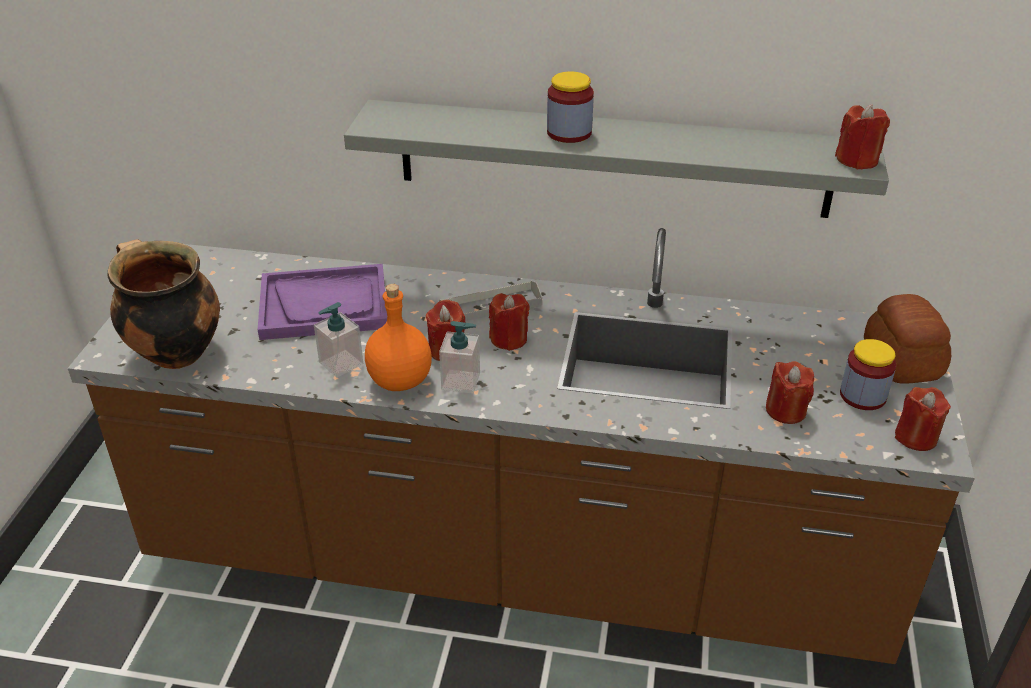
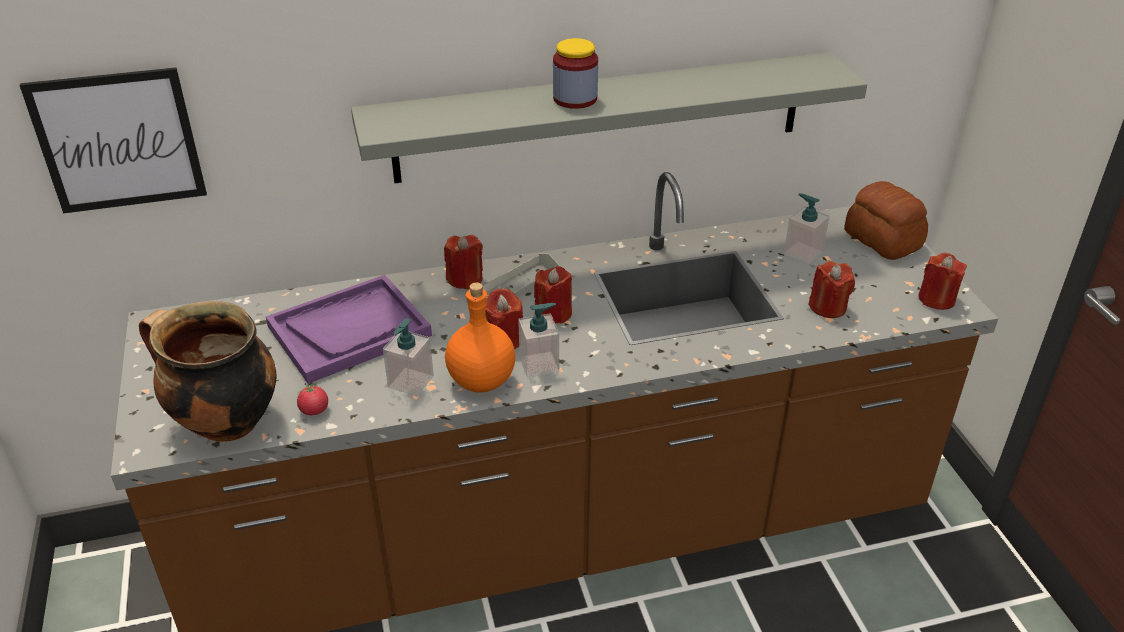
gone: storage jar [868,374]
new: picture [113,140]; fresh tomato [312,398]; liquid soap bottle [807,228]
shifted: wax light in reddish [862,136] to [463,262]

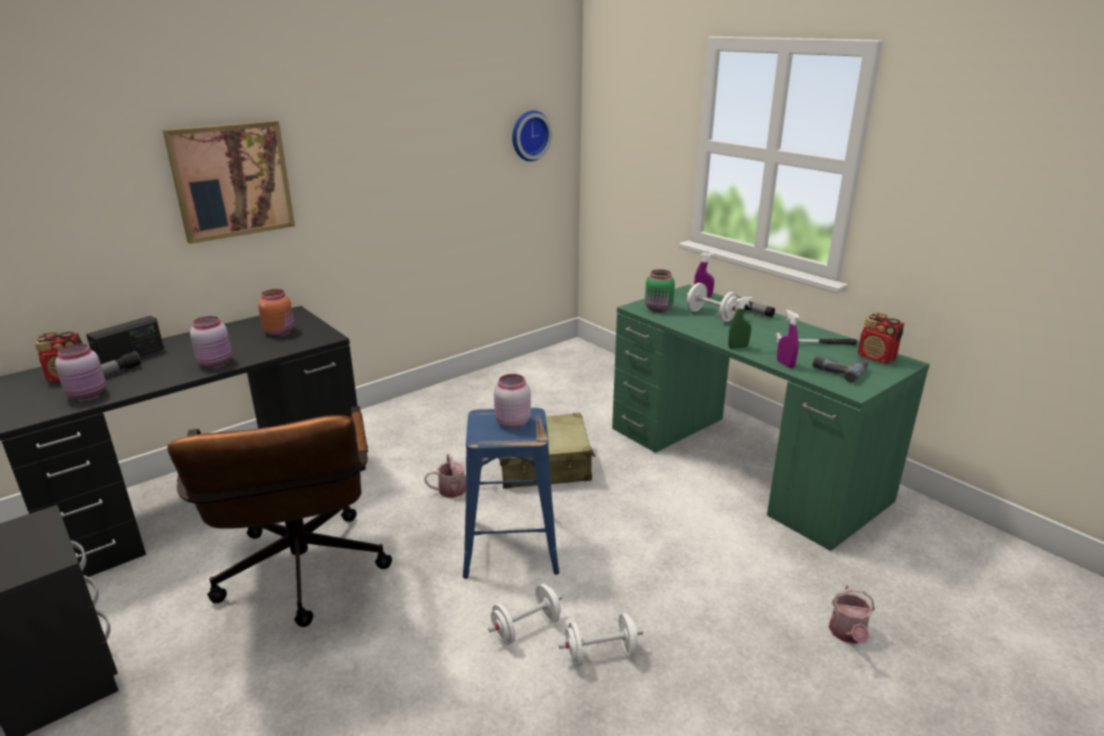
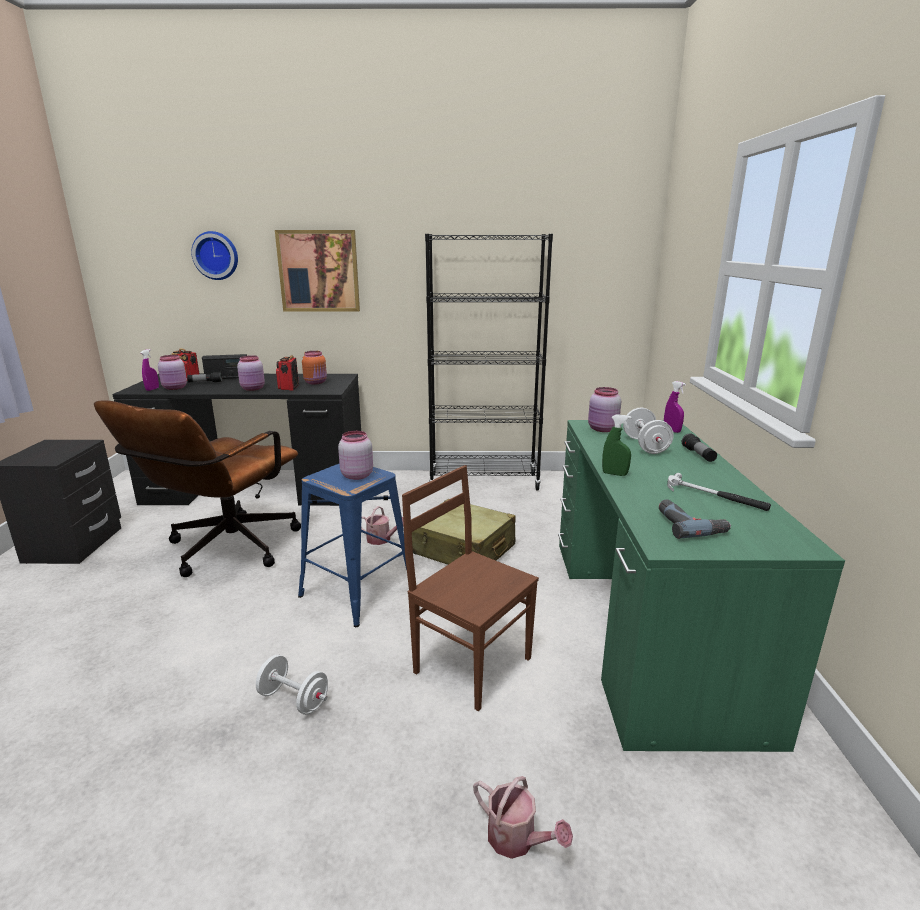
gone: dumbbell in white [525,614]
new: upright chair in brownish [470,588]; bookcase in black [489,362]
shifted: hanging clock [532,135] to [214,255]; hand sprayer in purple-coloured [788,339] to [150,370]; radio receiver [881,337] to [287,372]
repainted: storage jar in green-coloured [660,290] to storage jar in pinkish [604,409]
rotated: sprinkling can [852,614] = [523,817] 105 degrees counterclockwise

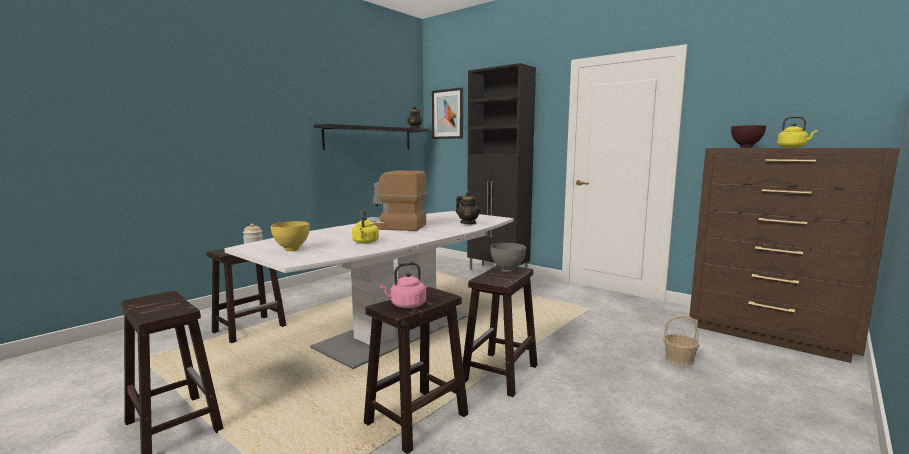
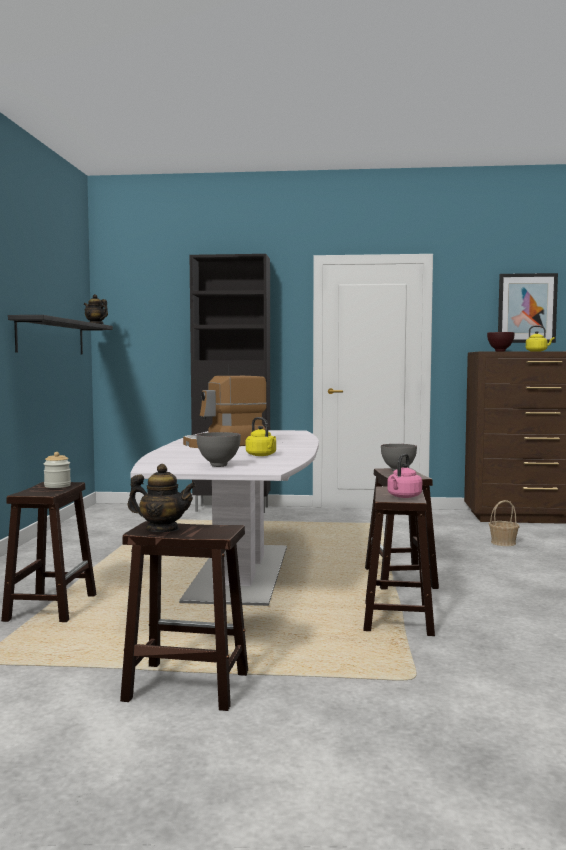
shifted: picture [447,113] to [528,308]; tea pot [469,207] to [162,498]
repainted: deep dish in yellow [290,236] to deep dish in greyish [218,449]

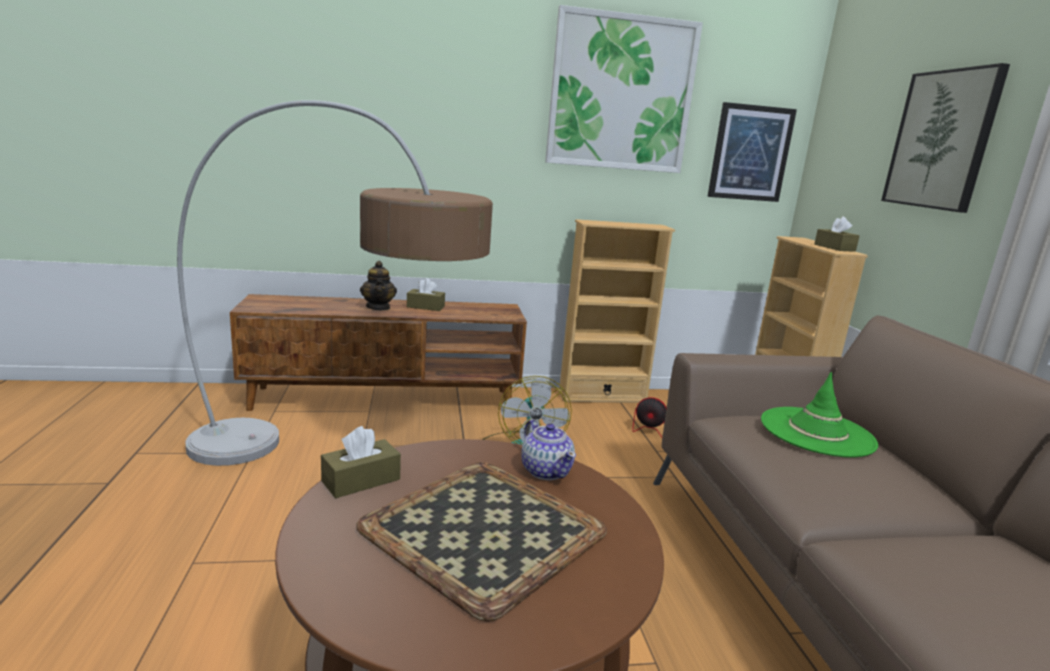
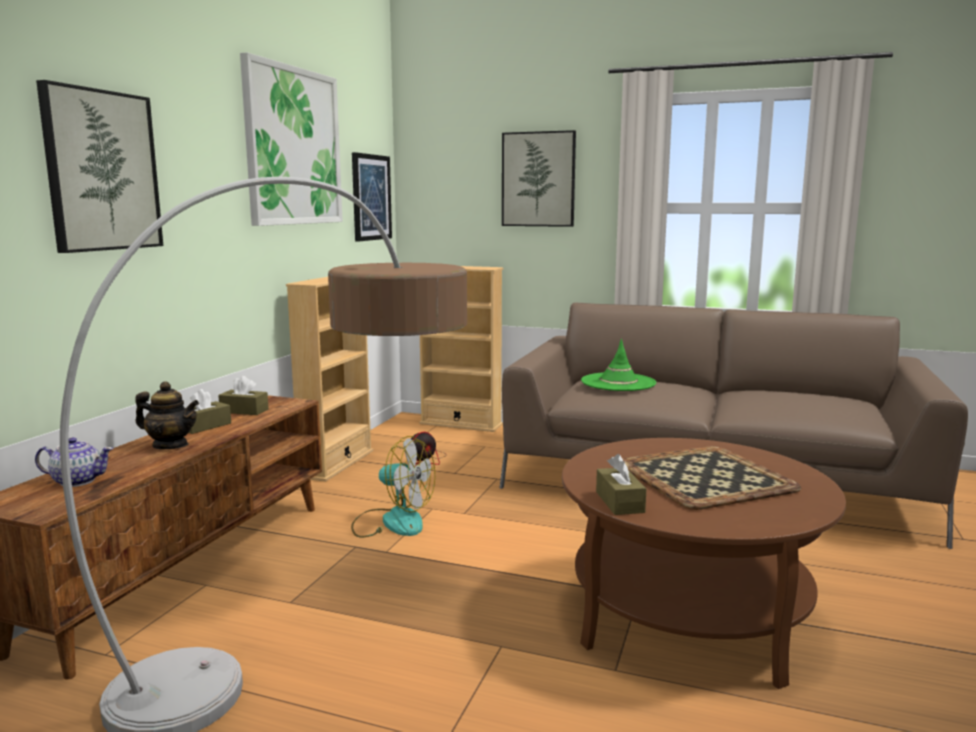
new: picture [99,166]
shifted: tea pot [548,450] to [74,462]; box of tissues in brownish [837,234] to [243,395]

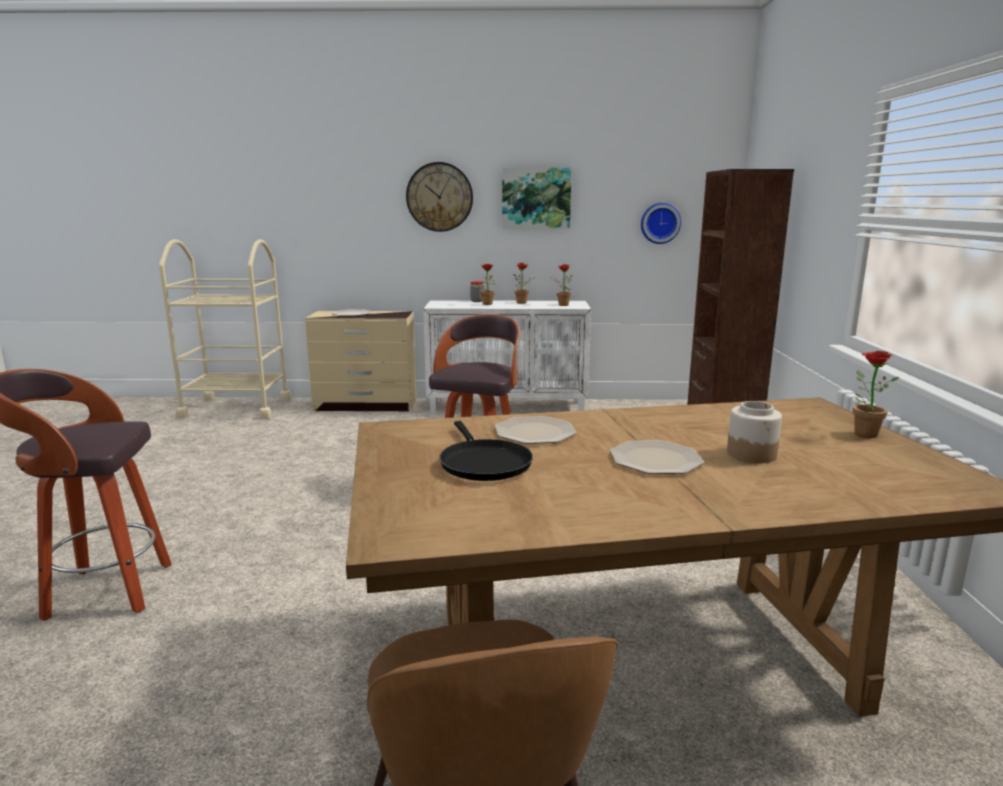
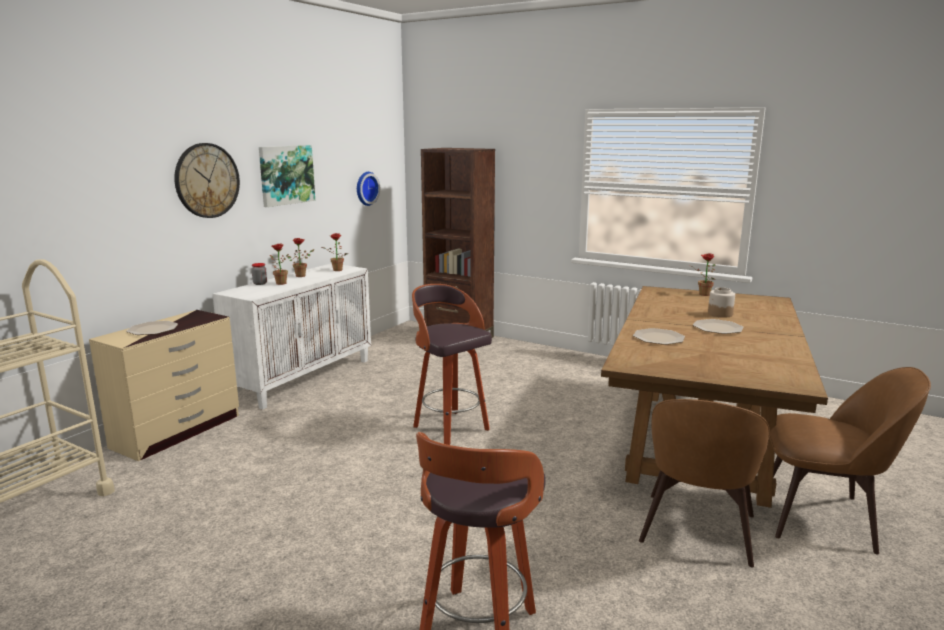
gone: pan in black [486,451]
new: upright chair in brownish [704,483]

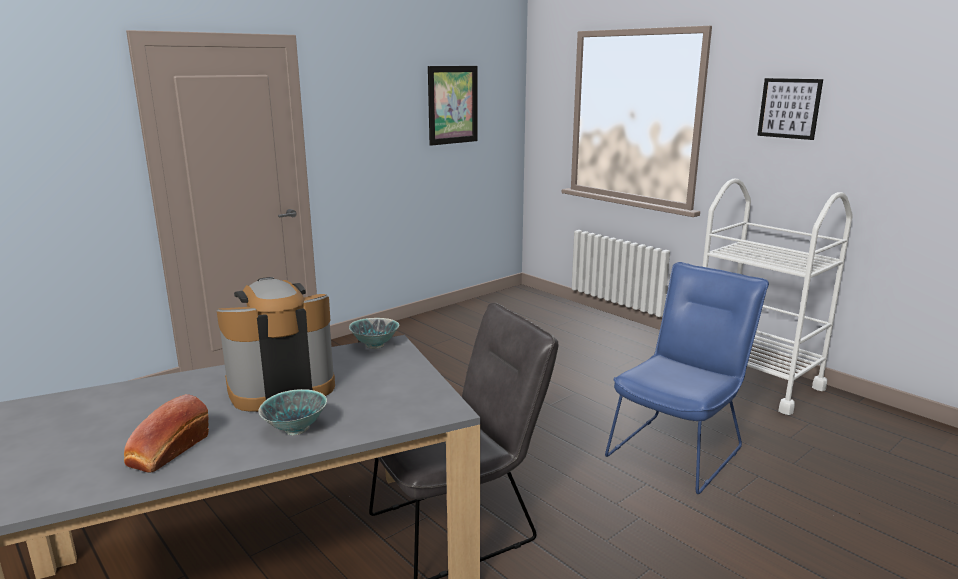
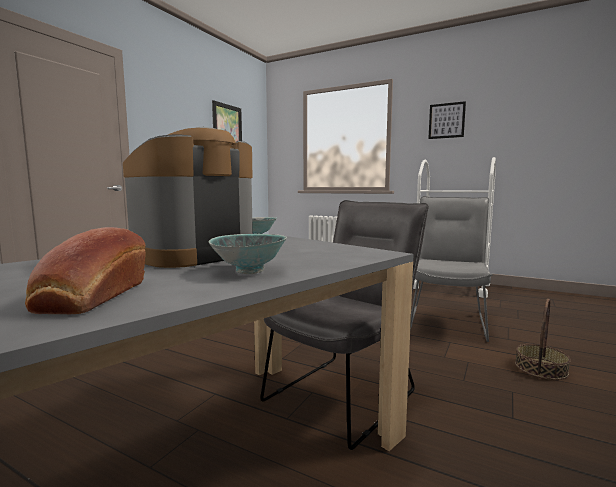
new: household basket [543,339]
repainted: upright chair in bluish [687,378] to upright chair in greyish [451,269]

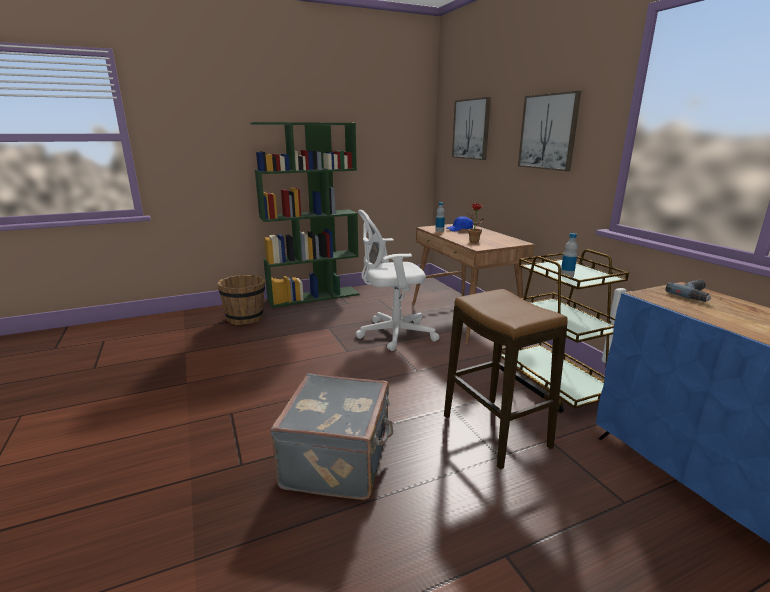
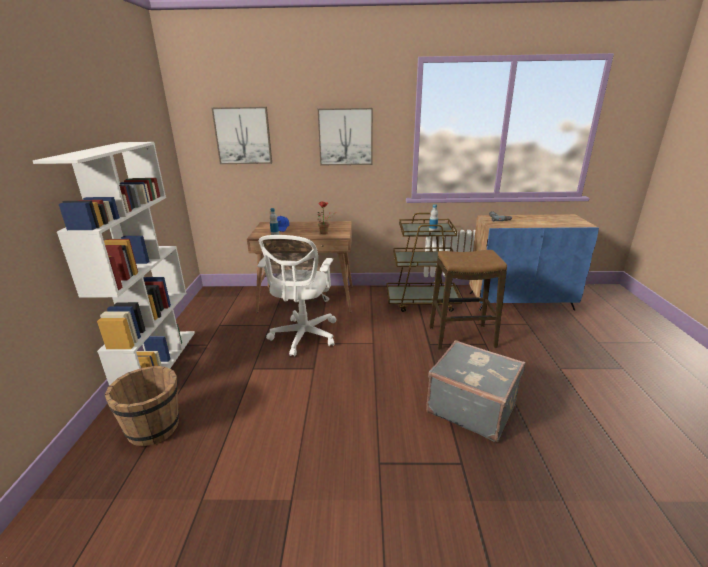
repainted: bookcase in green-coloured [304,215] to bookcase in white [114,264]

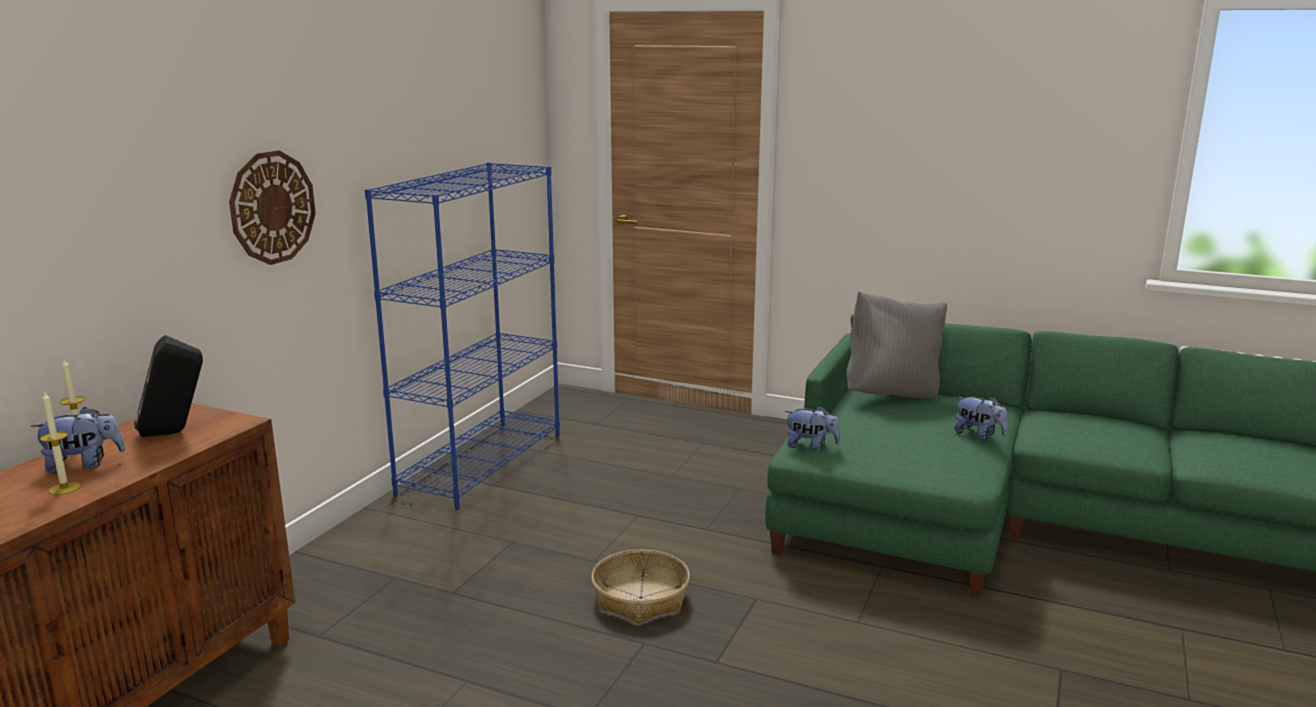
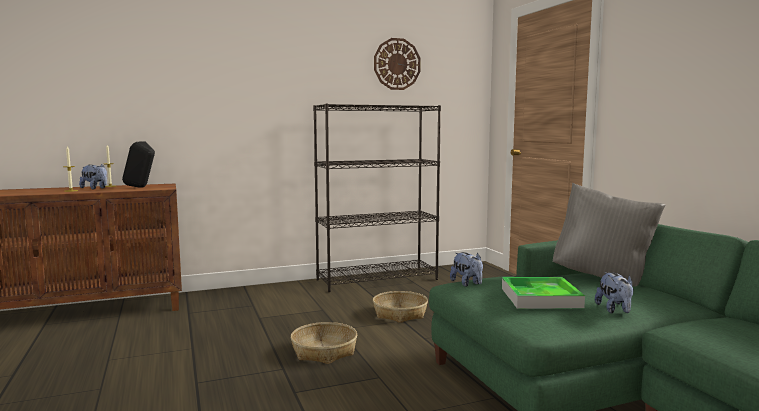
new: household basket [400,307]; tray [543,293]
shifted: hanging clock [272,207] to [397,64]
repainted: bookcase in bluish [462,336] to bookcase in black [377,197]

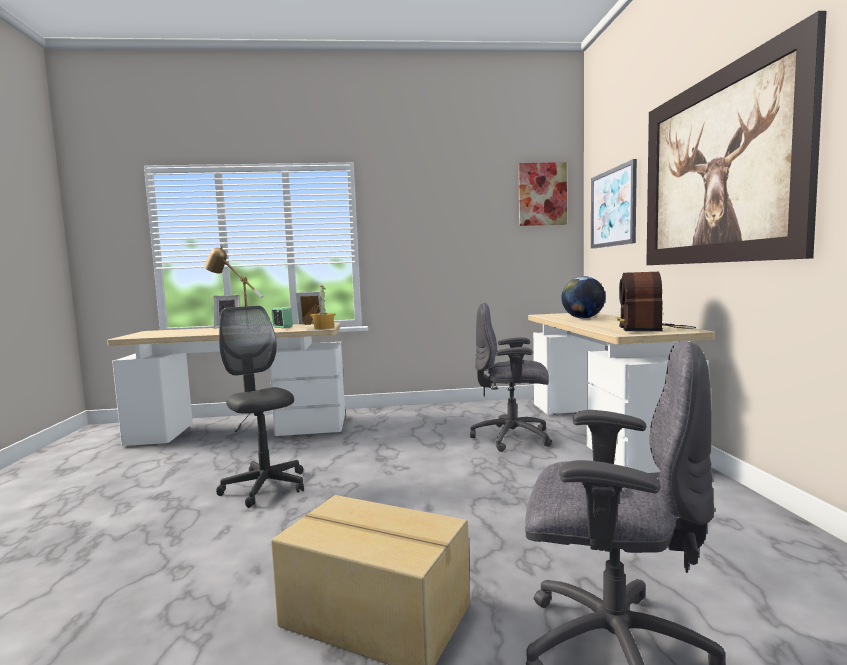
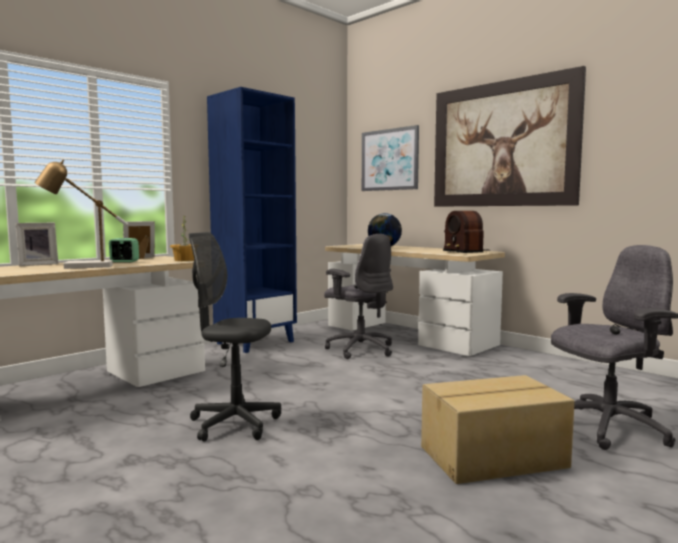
gone: picture [542,194]
new: bookcase in bluish [252,220]
rotated: desk chair in greyish [511,377] = [358,296] 105 degrees counterclockwise

